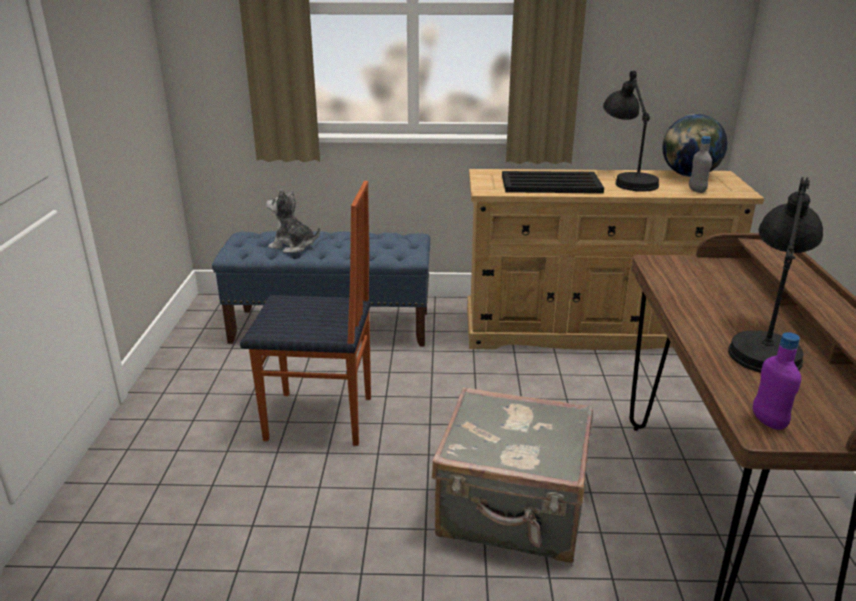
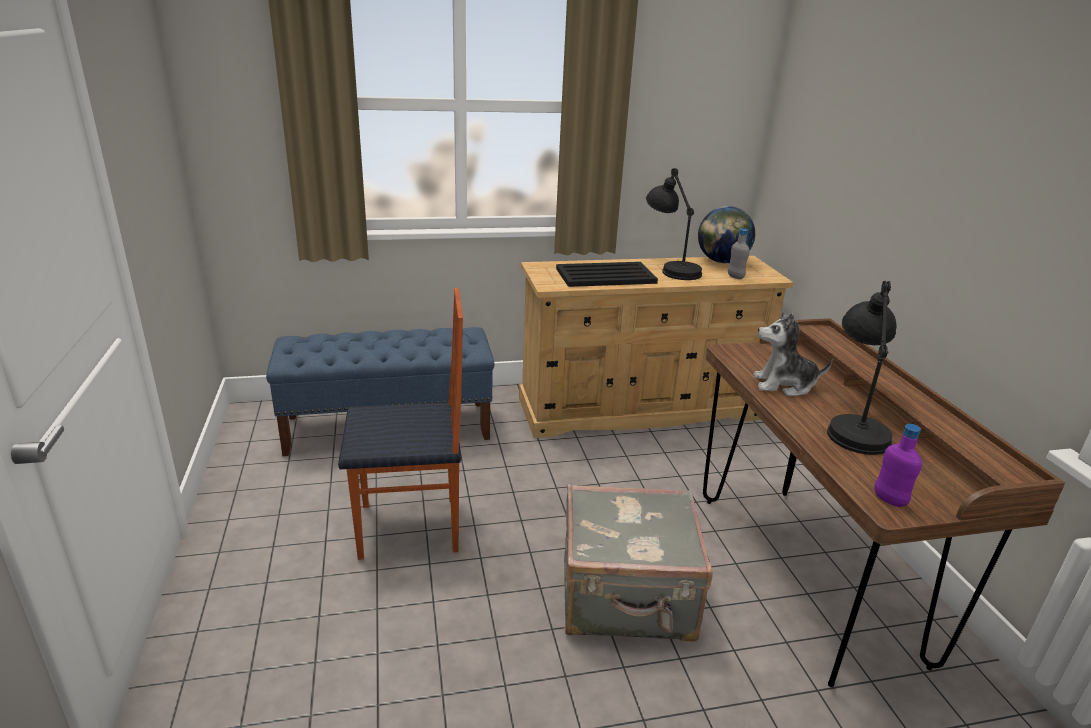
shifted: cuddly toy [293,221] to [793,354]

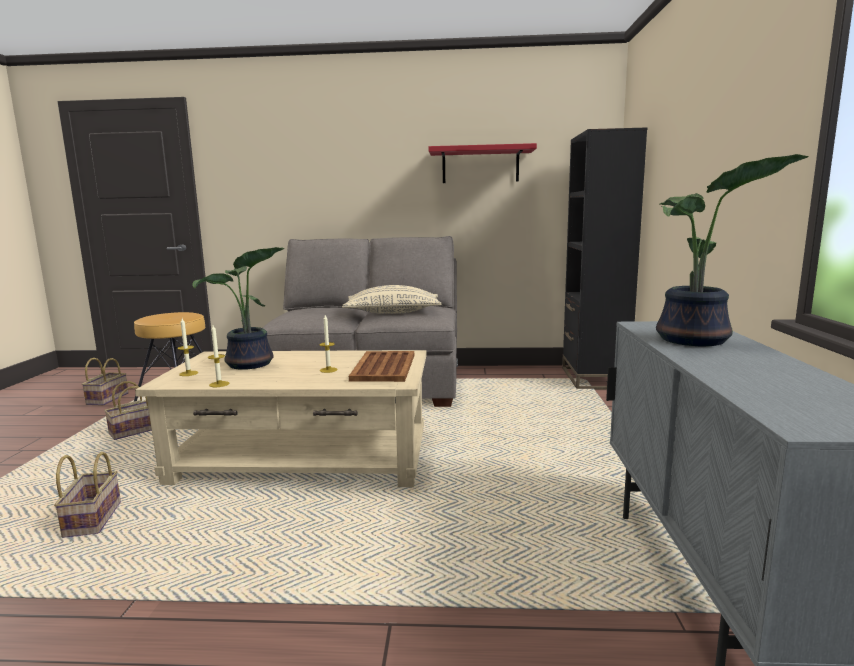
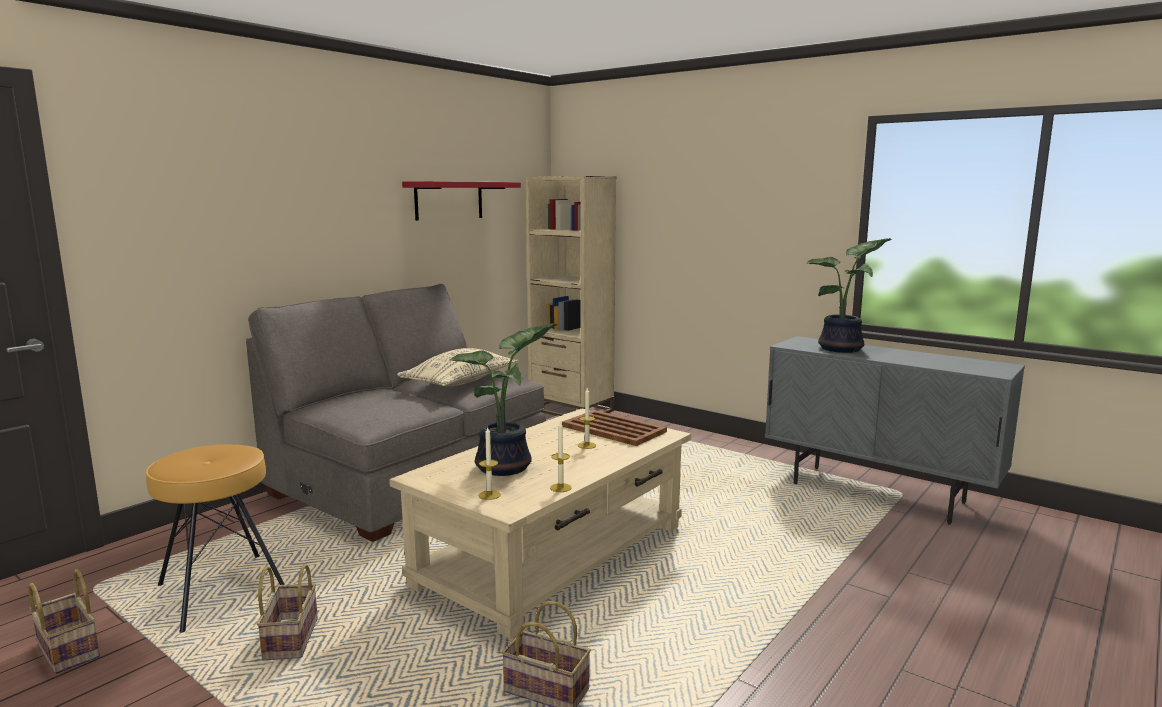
repainted: bookcase in black [605,258] to bookcase in beige [570,296]

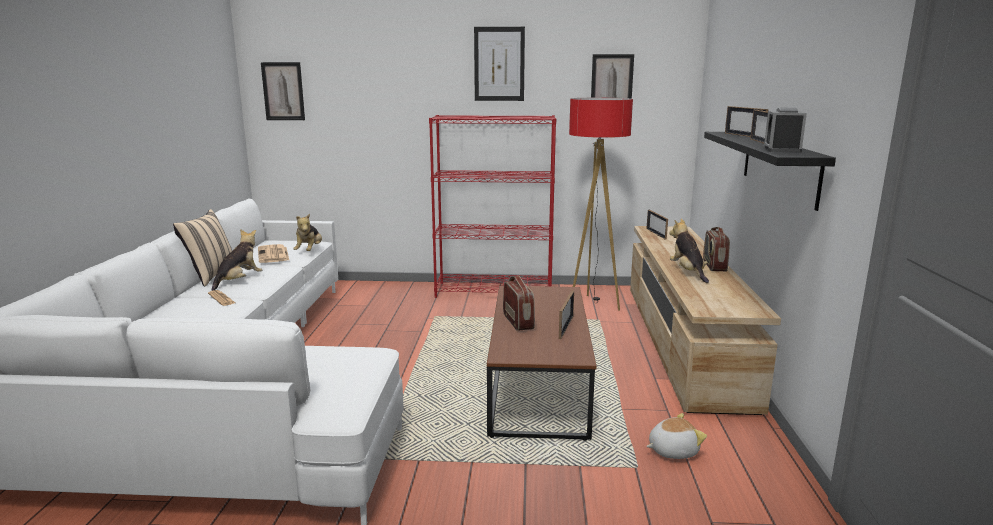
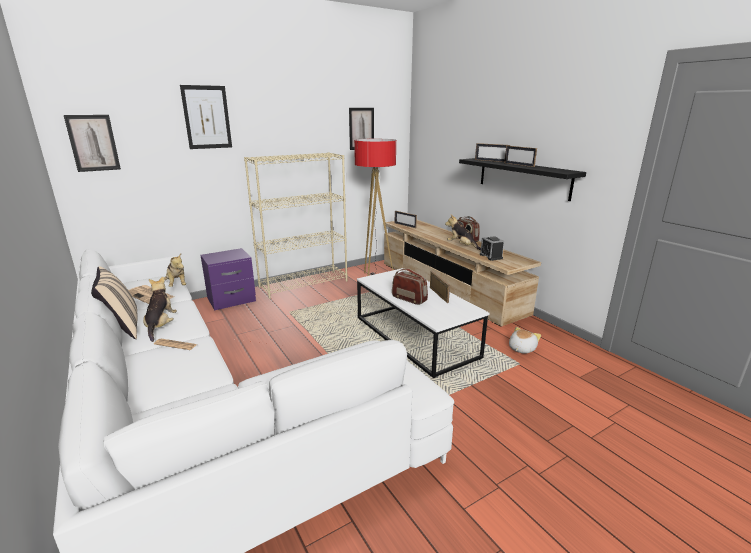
new: bedside table in purple-coloured [228,279]
shifted: picture [499,64] to [206,117]; bedside clock [785,130] to [492,248]
repainted: bookcase in reddish [492,206] to bookcase in beige [296,225]; coffee table in brownish [542,363] to coffee table in white [423,323]

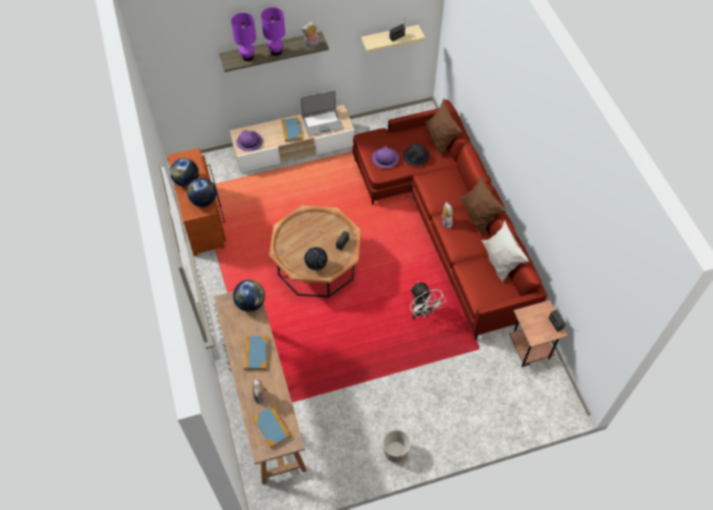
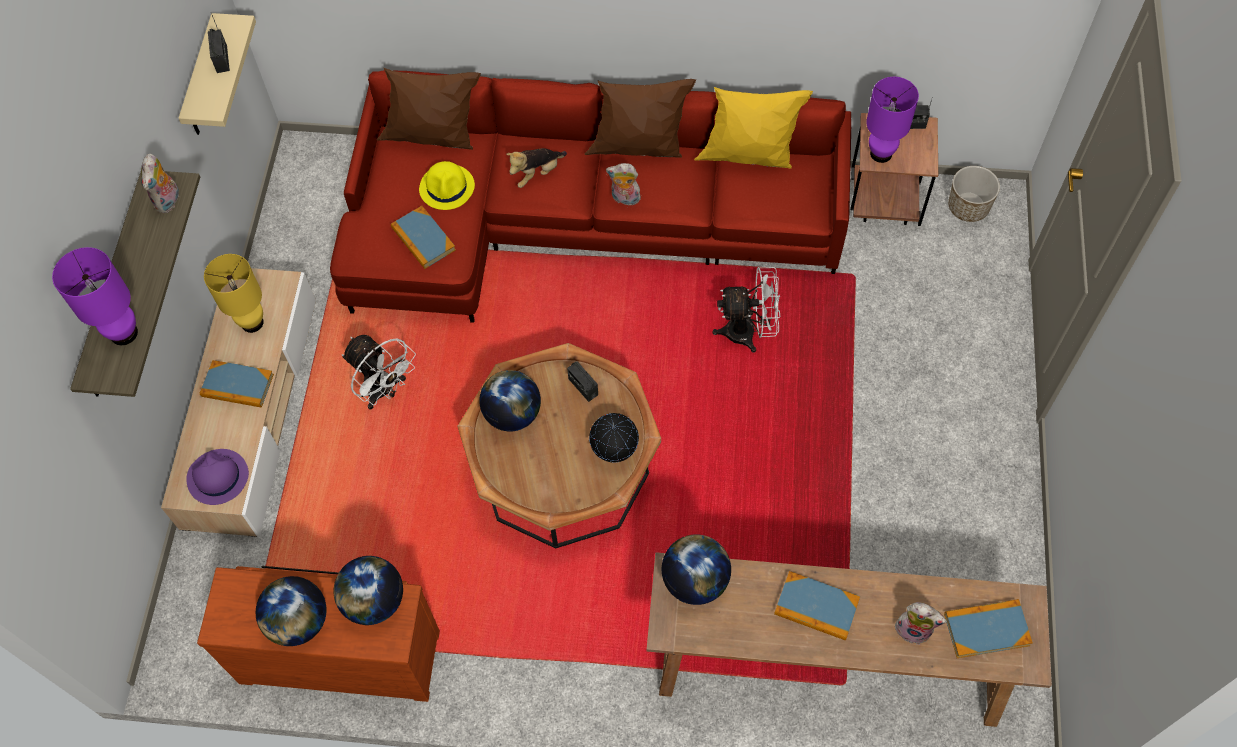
new: fan in white [379,372]; globe [510,400]; cuddly toy [536,168]
shifted: table lamp in purple-coloured [273,31] to [892,120]; flower pot [397,446] to [974,194]
swapped: portable computer [321,113] to table lamp in yellow [234,293]; clothing hat in purple-coloured [385,157] to bound book [423,237]
repainted: clothing hat in black [416,154] to clothing hat in yellow [447,185]; cushion in white [505,251] to cushion in yellow [753,127]

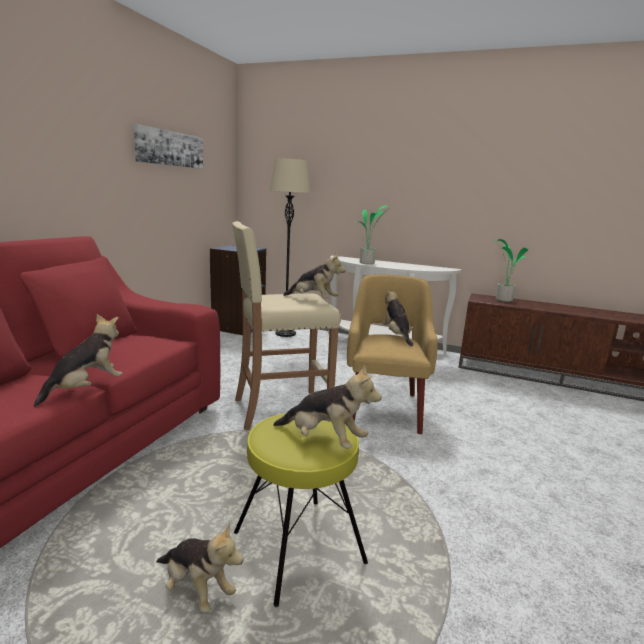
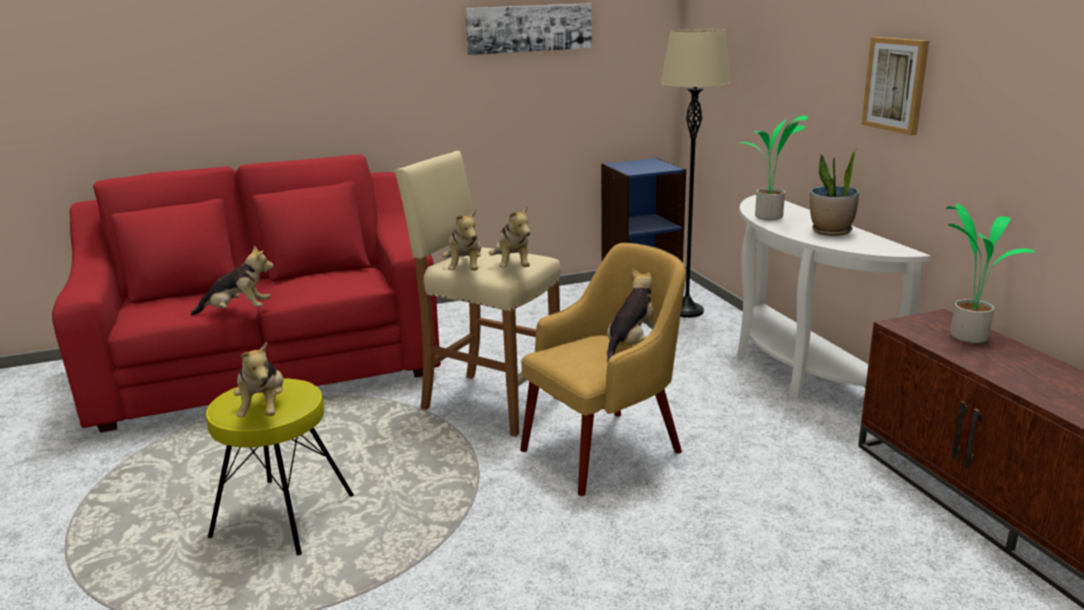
new: houseplant [834,192]; picture [895,86]
shifted: cuddly toy [199,567] to [461,240]

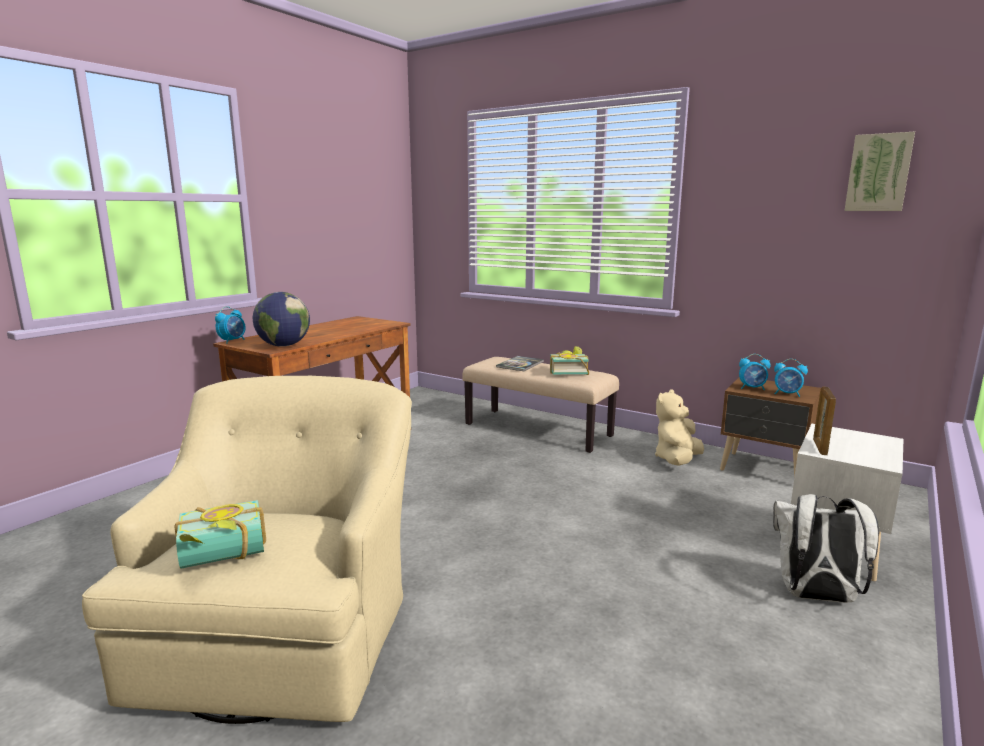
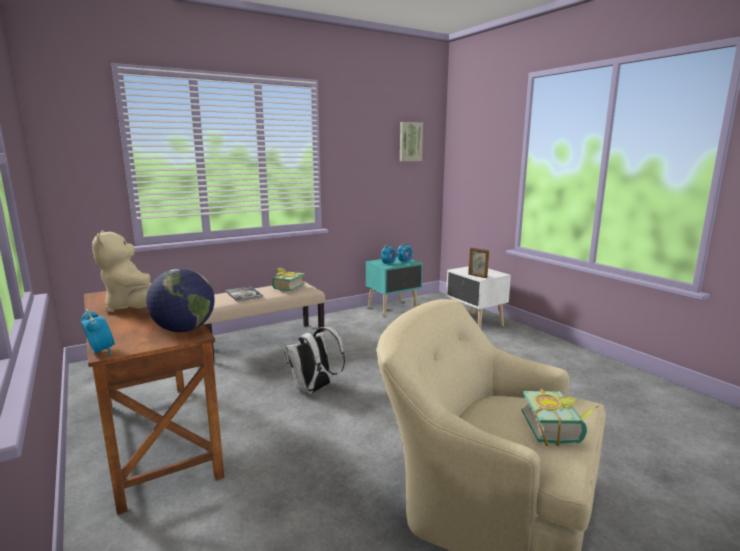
shifted: cuddly toy in beige [679,427] to [122,271]; backpack in white [826,548] to [314,360]
repainted: bedside table in brownish [770,427] to bedside table in turquoise-coloured [394,286]

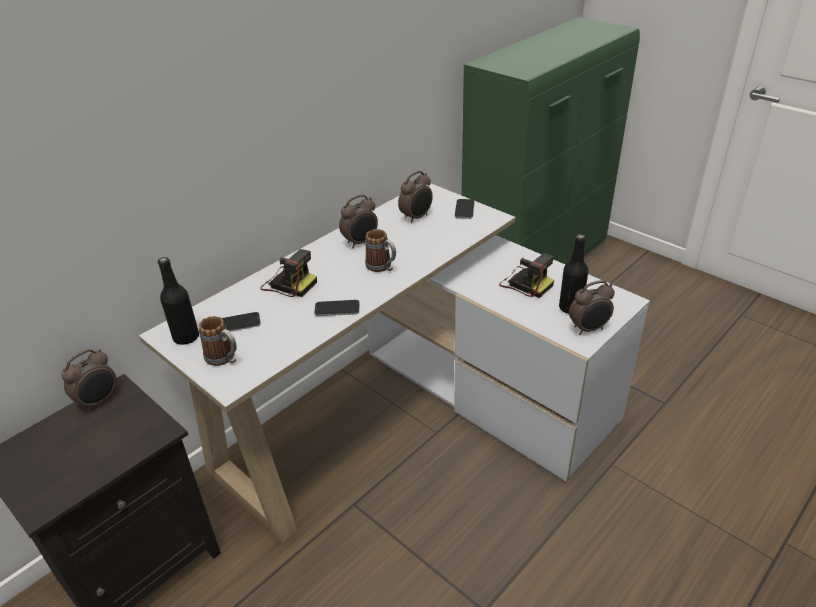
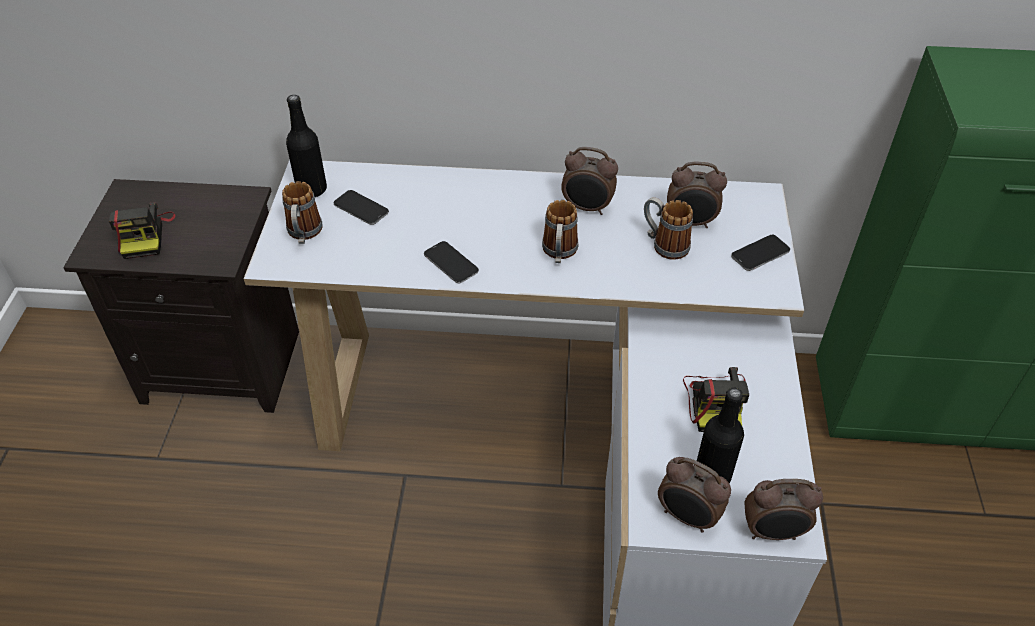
new: mug [668,228]
shifted: bedside clock [88,380] to [783,509]; still camera [288,273] to [142,230]

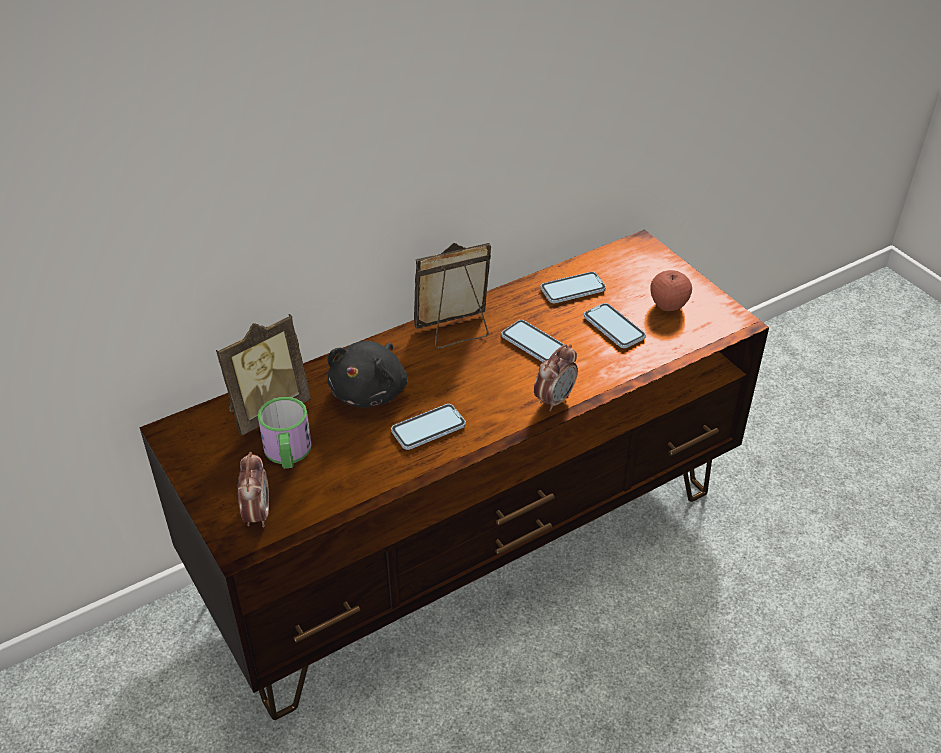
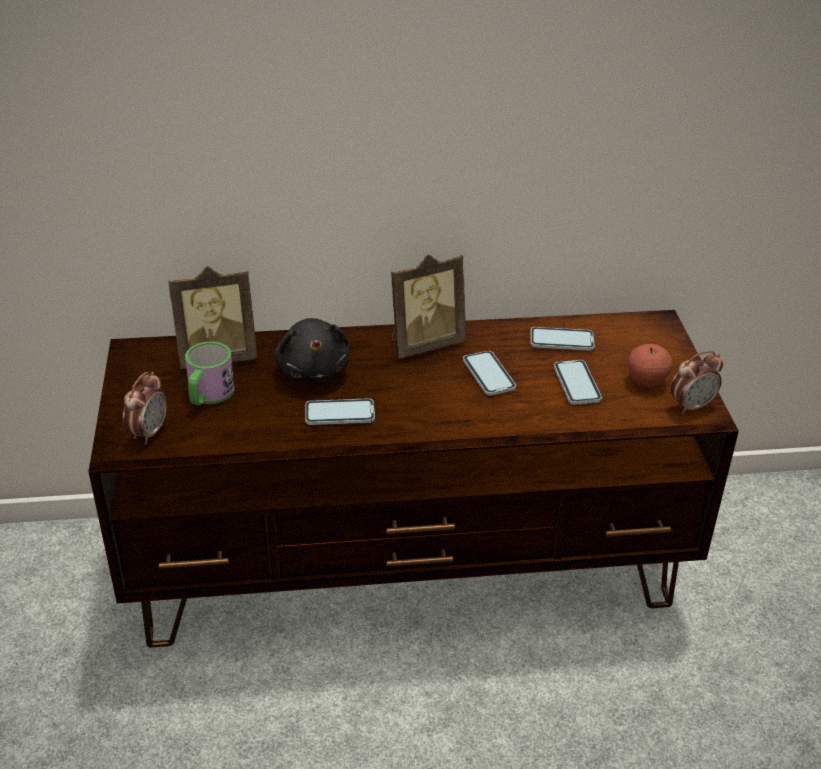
shifted: bedside clock [556,377] to [696,382]
rotated: cuddly toy in black [368,374] = [312,350] 60 degrees counterclockwise; photo frame [452,296] = [428,306] 150 degrees clockwise

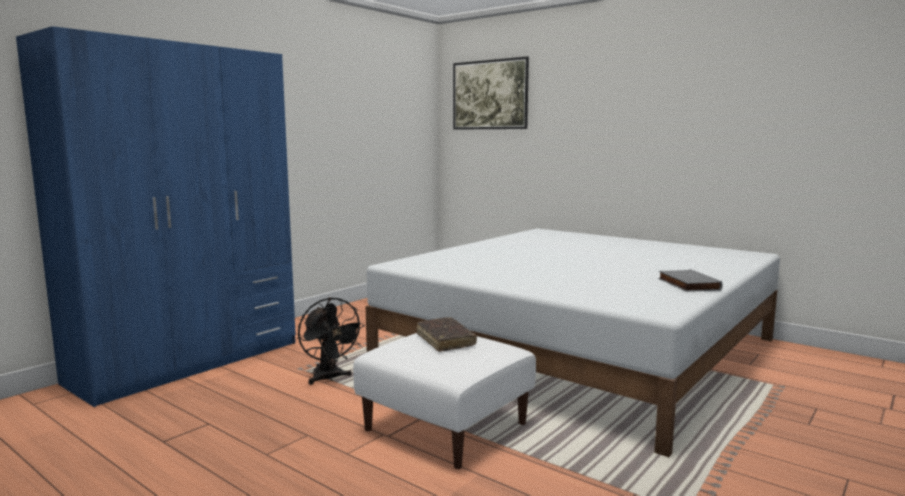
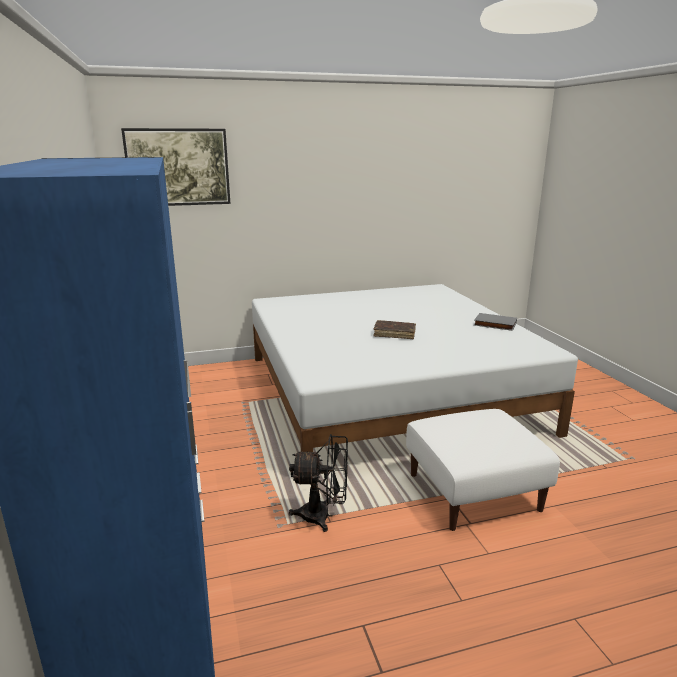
shifted: bound book in brownish [447,334] to [394,329]

